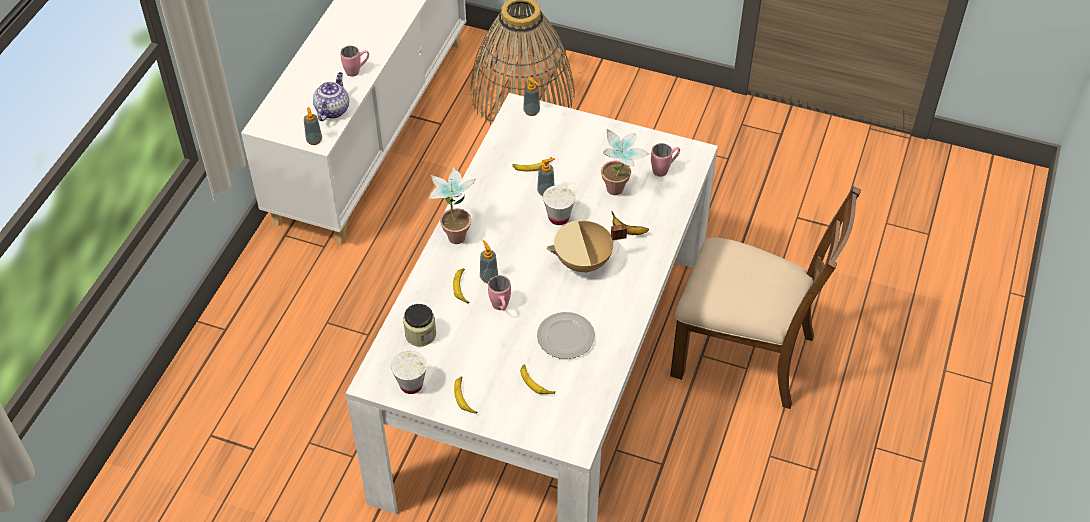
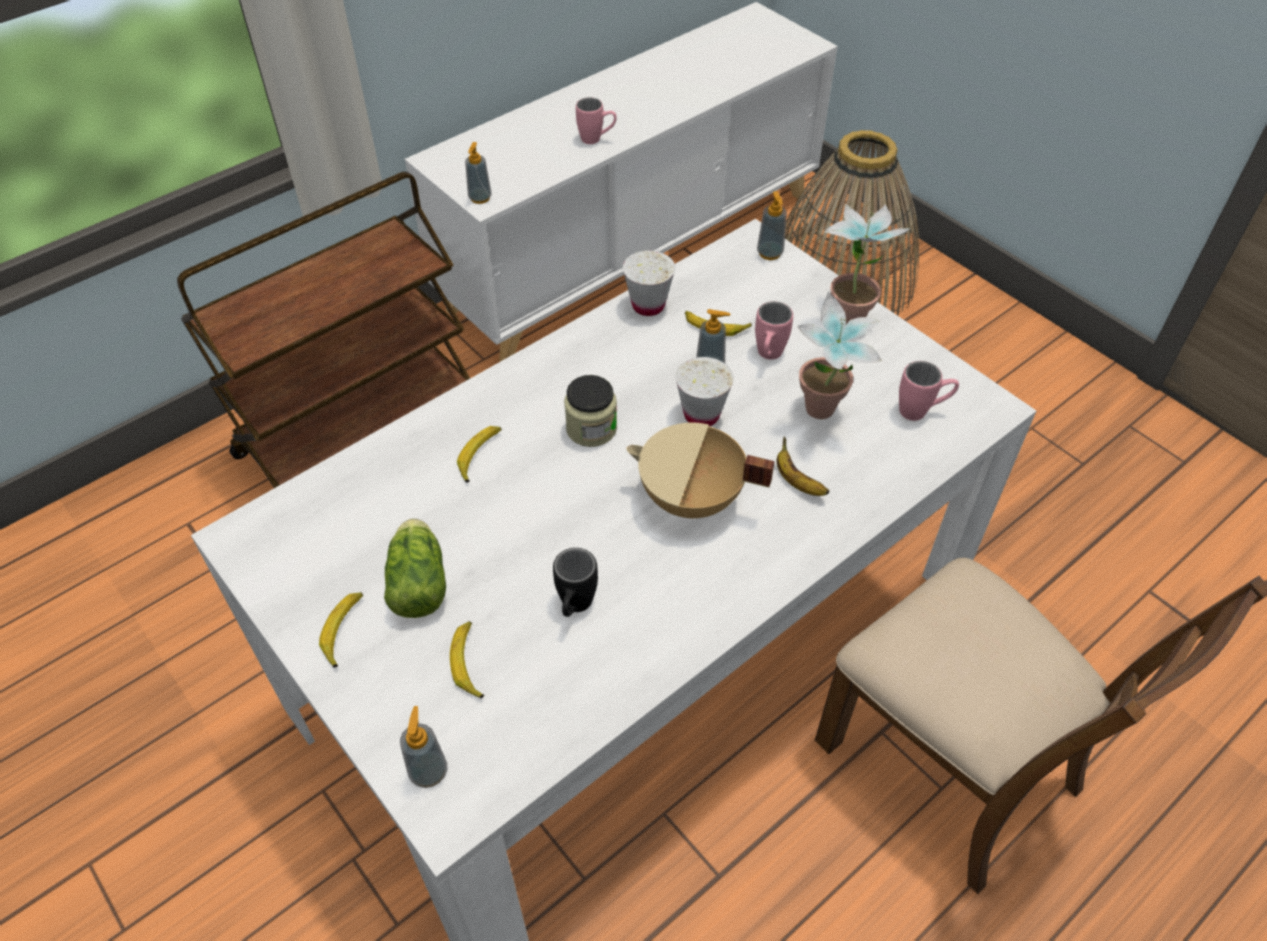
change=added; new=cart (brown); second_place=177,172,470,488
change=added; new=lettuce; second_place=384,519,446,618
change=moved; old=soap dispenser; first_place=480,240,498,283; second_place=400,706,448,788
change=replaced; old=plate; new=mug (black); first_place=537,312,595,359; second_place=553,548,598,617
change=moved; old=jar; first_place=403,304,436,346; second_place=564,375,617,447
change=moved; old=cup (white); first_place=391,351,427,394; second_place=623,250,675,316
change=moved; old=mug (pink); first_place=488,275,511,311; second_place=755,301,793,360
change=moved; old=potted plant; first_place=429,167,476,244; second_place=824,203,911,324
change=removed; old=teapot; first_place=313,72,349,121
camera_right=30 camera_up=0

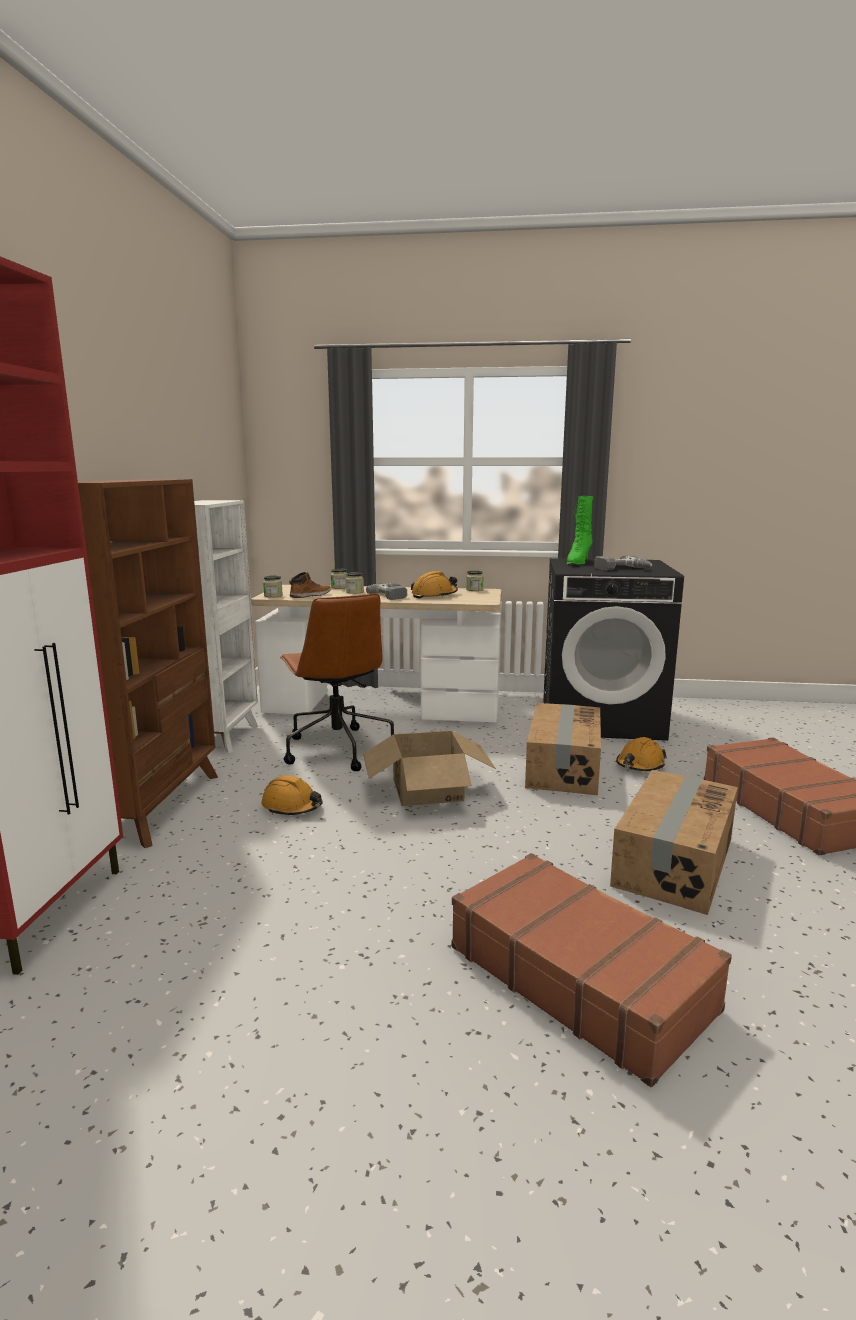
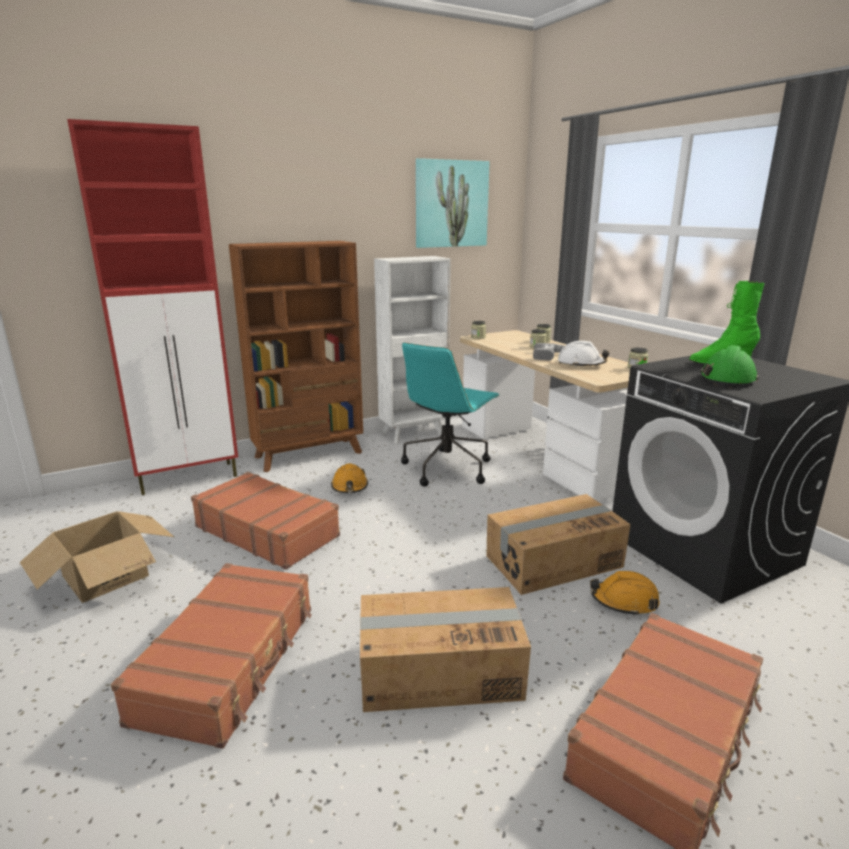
change=moved; old=cardboard box; first_place=363,731,496,806; second_place=20,511,174,603
change=added; new=suitcase (brown); second_place=191,472,340,570
change=recoloured; old=office chair (brown); new=office chair (turquoise); first_place=280,594,394,771; second_place=401,342,500,487
change=added; new=picture; second_place=416,158,490,248
change=recoloured; old=hard hat (orange); new=hard hat (white); first_place=411,571,458,599; second_place=558,341,609,367
change=replaced; old=power drill; new=hard hat (green); first_place=594,556,652,570; second_place=700,345,759,388
change=removed; old=boot; first_place=289,572,331,598
camera_right=55 camera_up=5

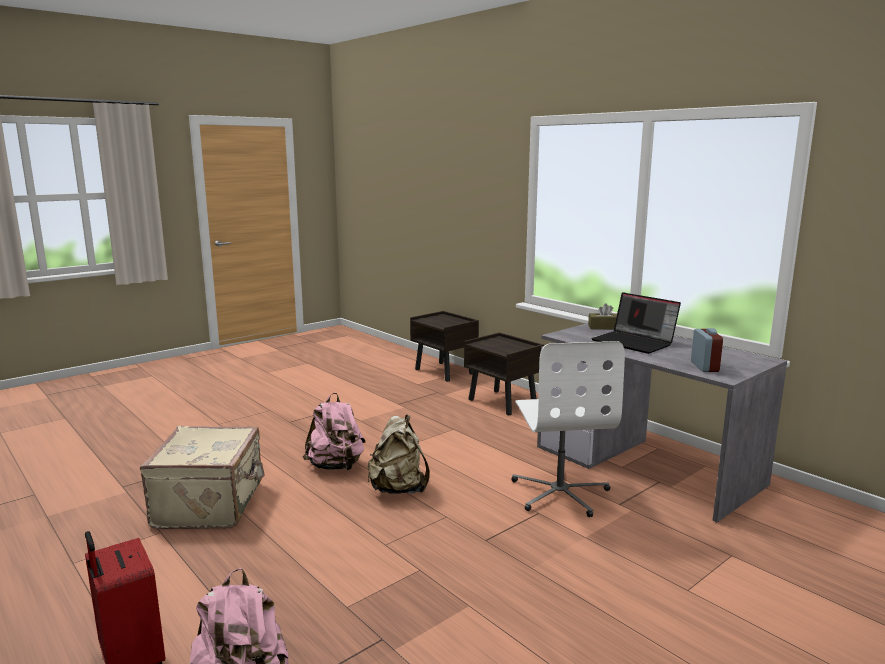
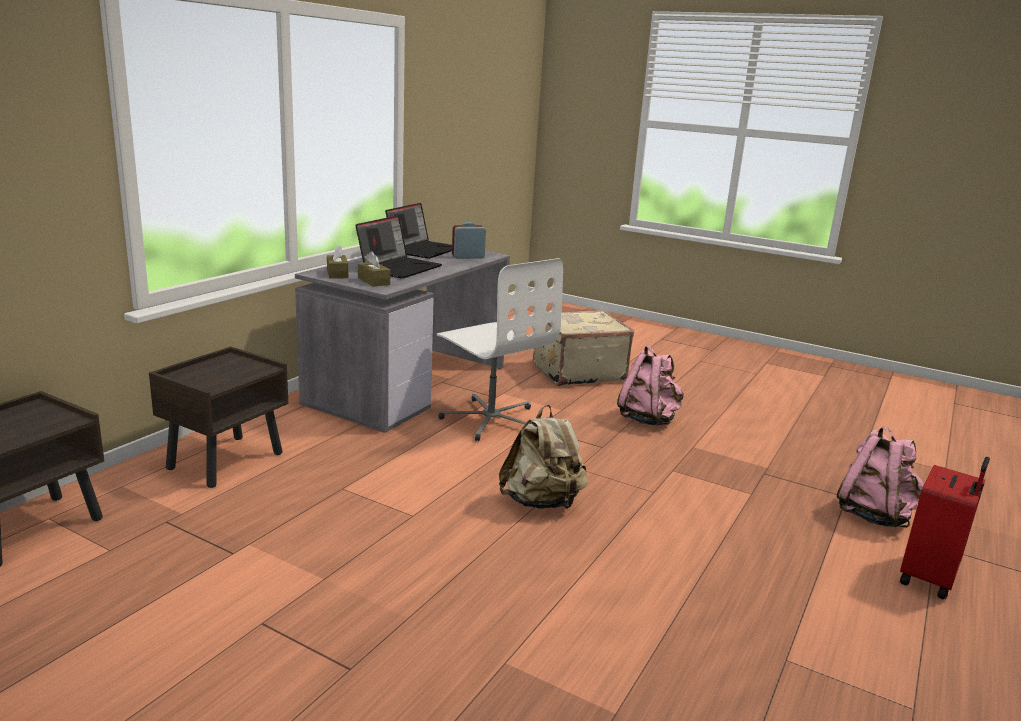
change=added; new=tissue box (brown); second_place=358,251,390,287
change=added; new=laptop; second_place=385,203,452,259
change=turned; old=office chair (white); first_place=511,341,625,517; second_place=437,258,563,441; degrees=75
change=moved; old=suitcase (beige); first_place=140,426,264,529; second_place=533,310,634,386
change=moved; old=backpack (pink); first_place=303,393,366,470; second_place=617,345,684,425
camera_right=-110 camera_up=5

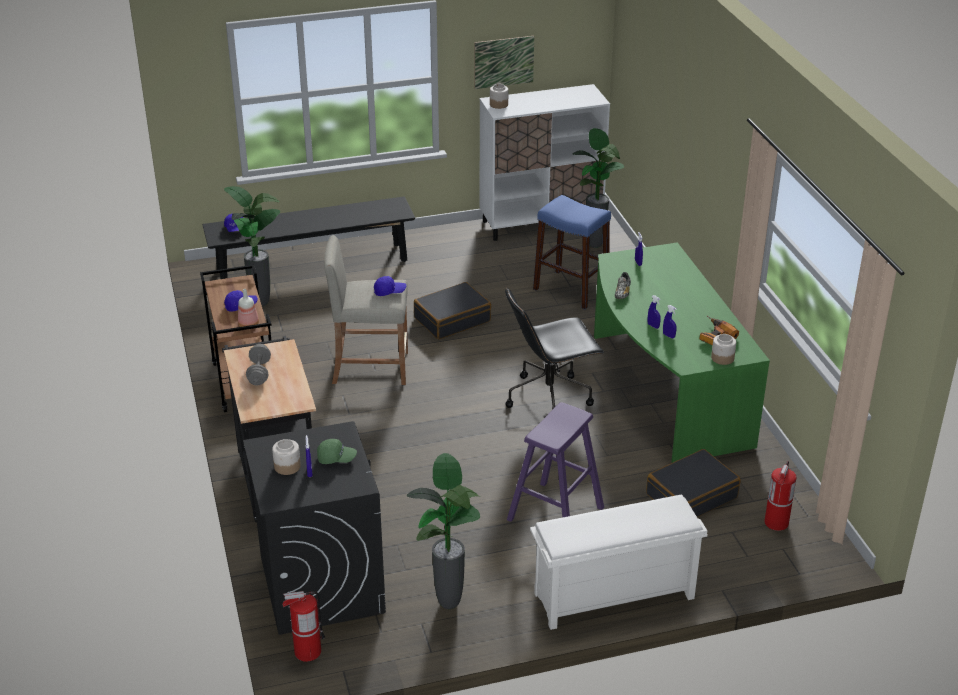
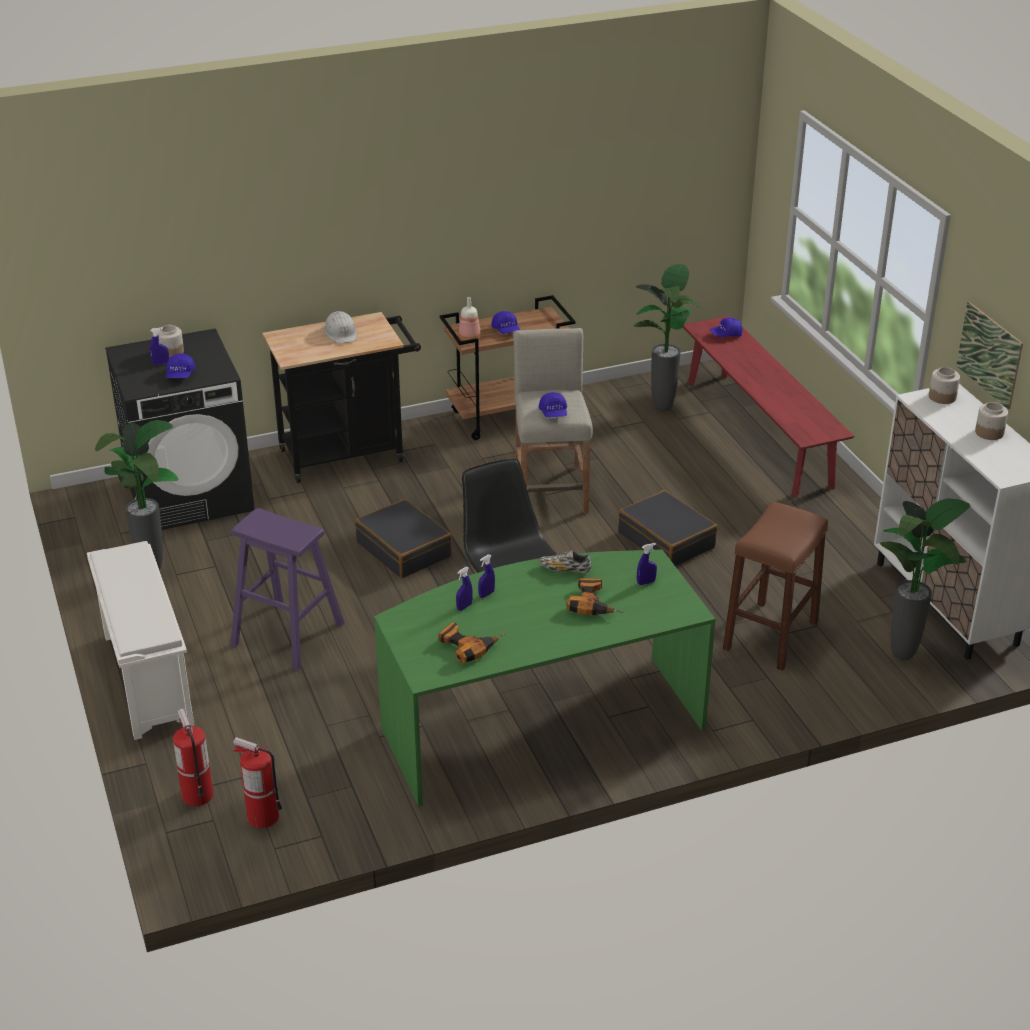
change=recoloured; old=cap (green); new=cap (blue); first_place=317,439,357,464; second_place=166,354,196,378
change=moved; old=fire extinguisher; first_place=282,591,325,662; second_place=173,708,213,806
change=replaced; old=dumbbell (grey); new=hard hat (white); first_place=246,344,271,386; second_place=324,311,357,343
change=moved; old=suitcase (black); first_place=646,449,741,517; second_place=355,499,452,578
change=added; new=power drill; second_place=566,578,624,615
change=recoloured; old=bench (black); new=bench (red); first_place=202,196,415,279; second_place=683,315,854,497
change=recoloured; old=stool (blue); new=stool (brown); first_place=533,195,611,309; second_place=723,501,828,671
change=moved; old=jar; first_place=711,334,736,365; second_place=975,402,1008,440
camera_right=85 camera_up=0

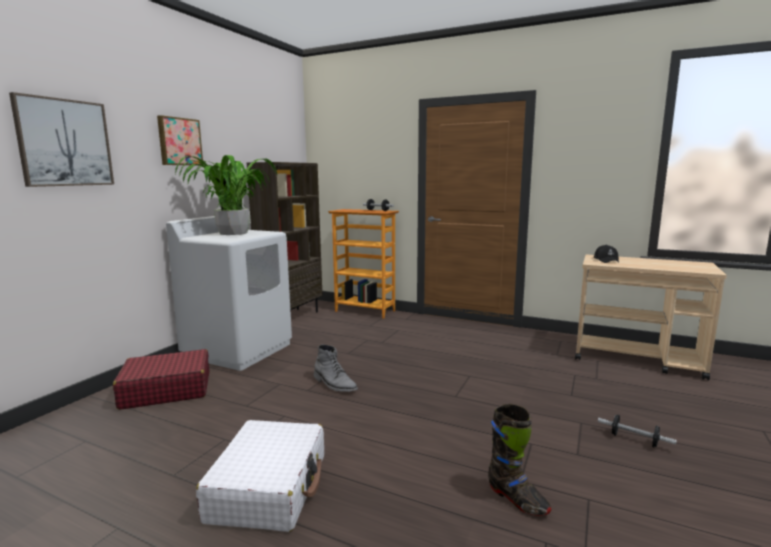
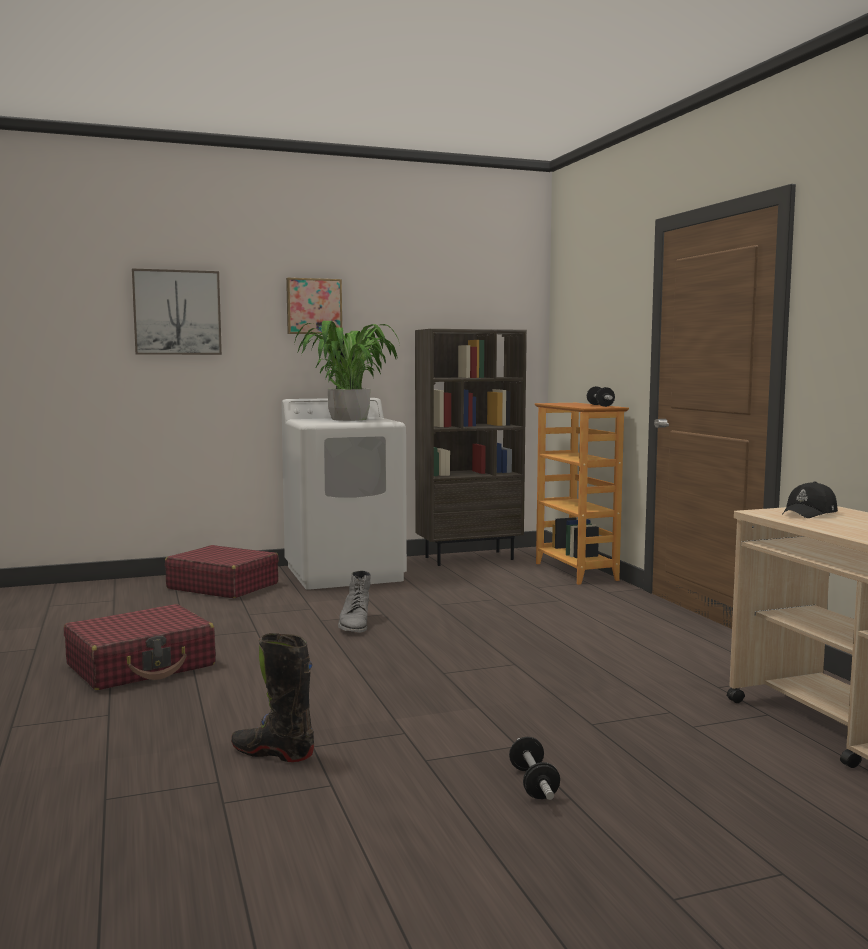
change=recoloured; old=suitcase (white); new=suitcase (red); first_place=196,420,324,532; second_place=64,604,216,690
change=turned; old=boot (black); first_place=488,404,551,516; second_place=231,633,314,762; degrees=105
camera_right=45 camera_up=-5

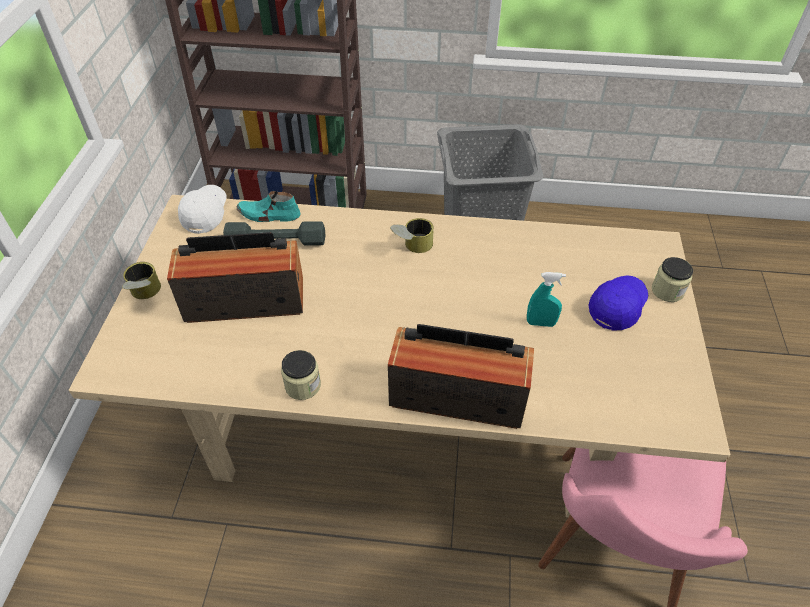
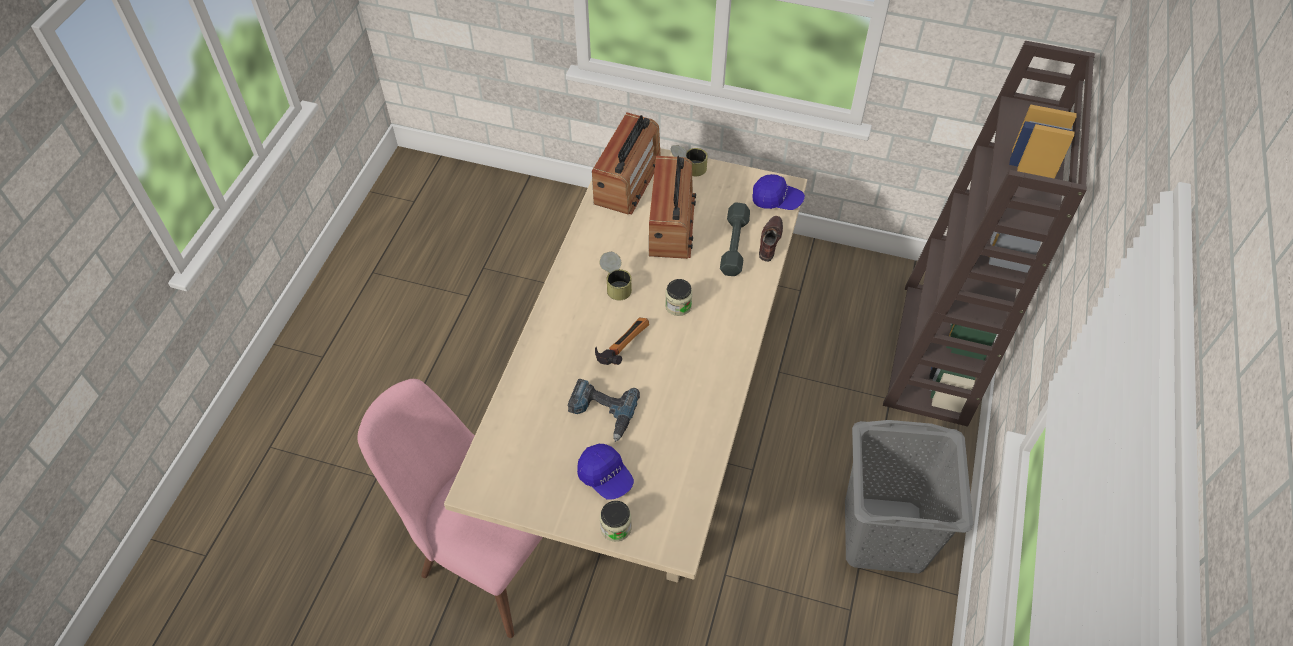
change=replaced; old=spray bottle (turquoise); new=power drill; first_place=527,272,566,327; second_place=567,379,640,442
change=moved; old=radio; first_place=388,324,534,429; second_place=592,112,661,215
change=added; new=hammer; second_place=595,317,649,365
change=moved; old=can; first_place=390,218,434,253; second_place=600,252,632,300
change=moved; old=jar; first_place=281,350,321,400; second_place=665,279,693,316
change=recoloured; old=cap (white); new=cap (blue); first_place=178,185,227,234; second_place=752,174,805,210
change=recoloured; old=shoe (turquoise); new=shoe (brown); first_place=237,191,301,222; second_place=759,216,783,262
camera_right=100 camera_up=5

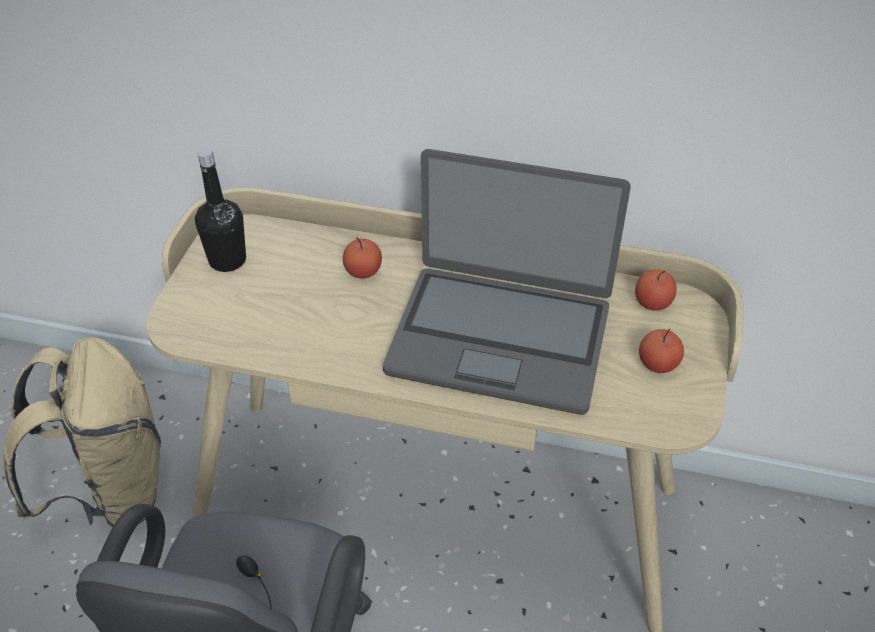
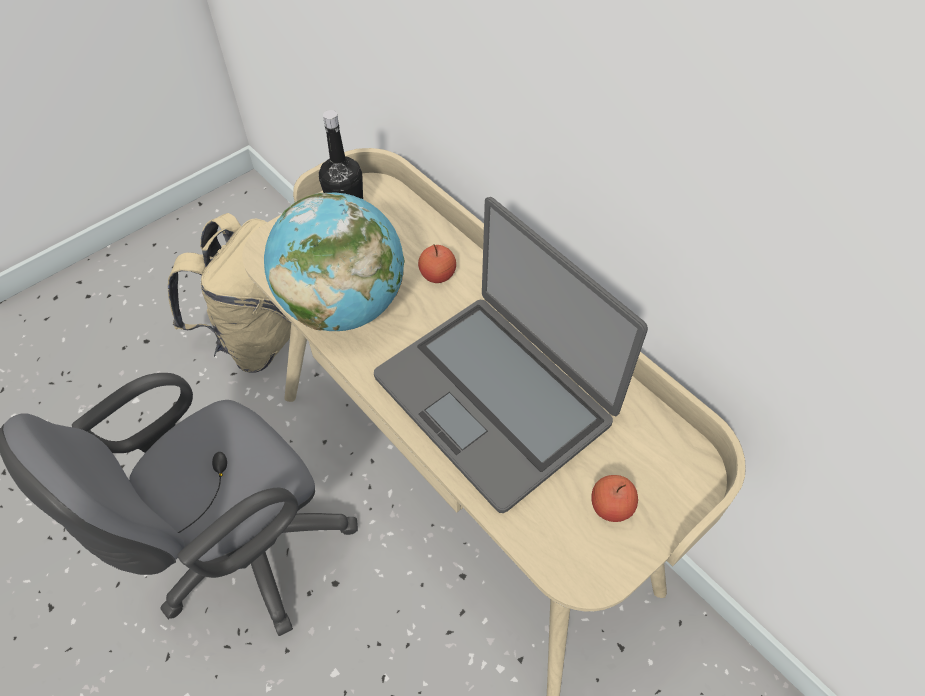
change=added; new=globe; second_place=264,193,404,331
change=removed; old=apple; first_place=635,269,677,311
camera_right=35 camera_up=10

